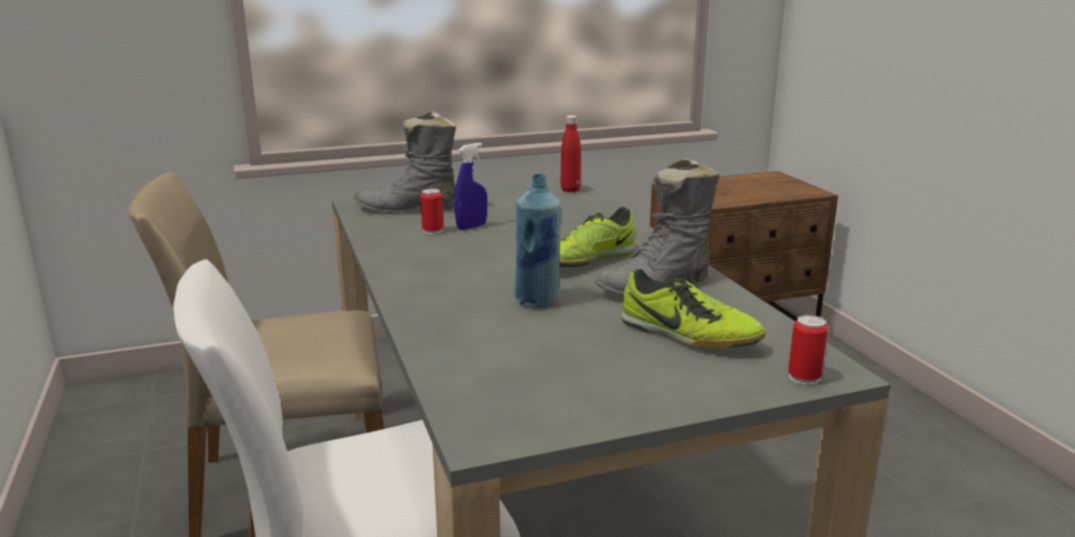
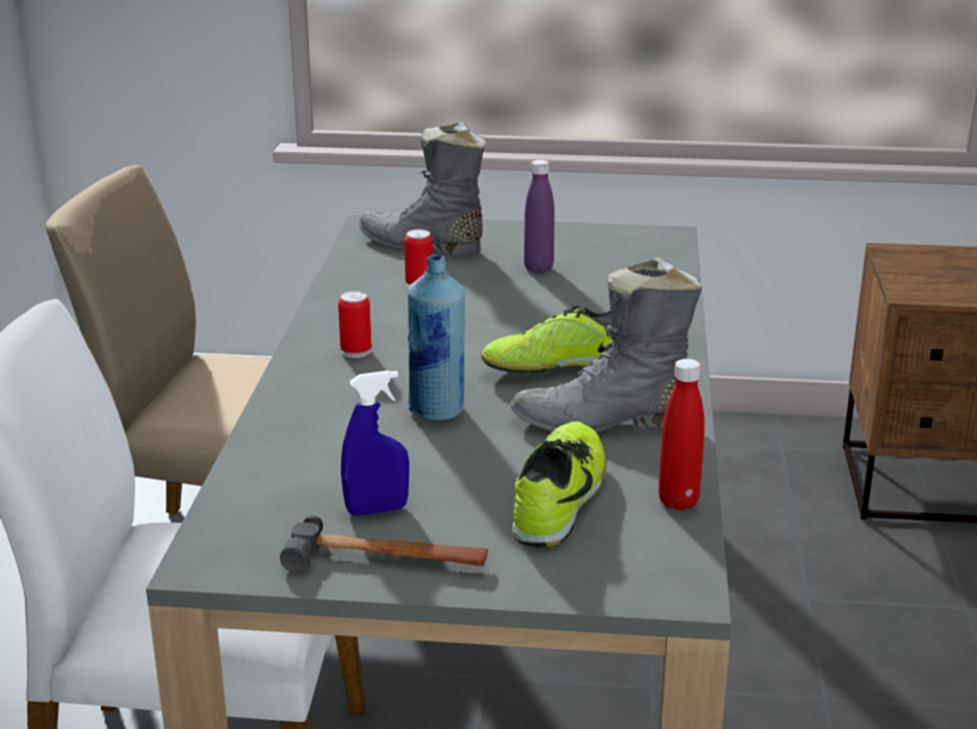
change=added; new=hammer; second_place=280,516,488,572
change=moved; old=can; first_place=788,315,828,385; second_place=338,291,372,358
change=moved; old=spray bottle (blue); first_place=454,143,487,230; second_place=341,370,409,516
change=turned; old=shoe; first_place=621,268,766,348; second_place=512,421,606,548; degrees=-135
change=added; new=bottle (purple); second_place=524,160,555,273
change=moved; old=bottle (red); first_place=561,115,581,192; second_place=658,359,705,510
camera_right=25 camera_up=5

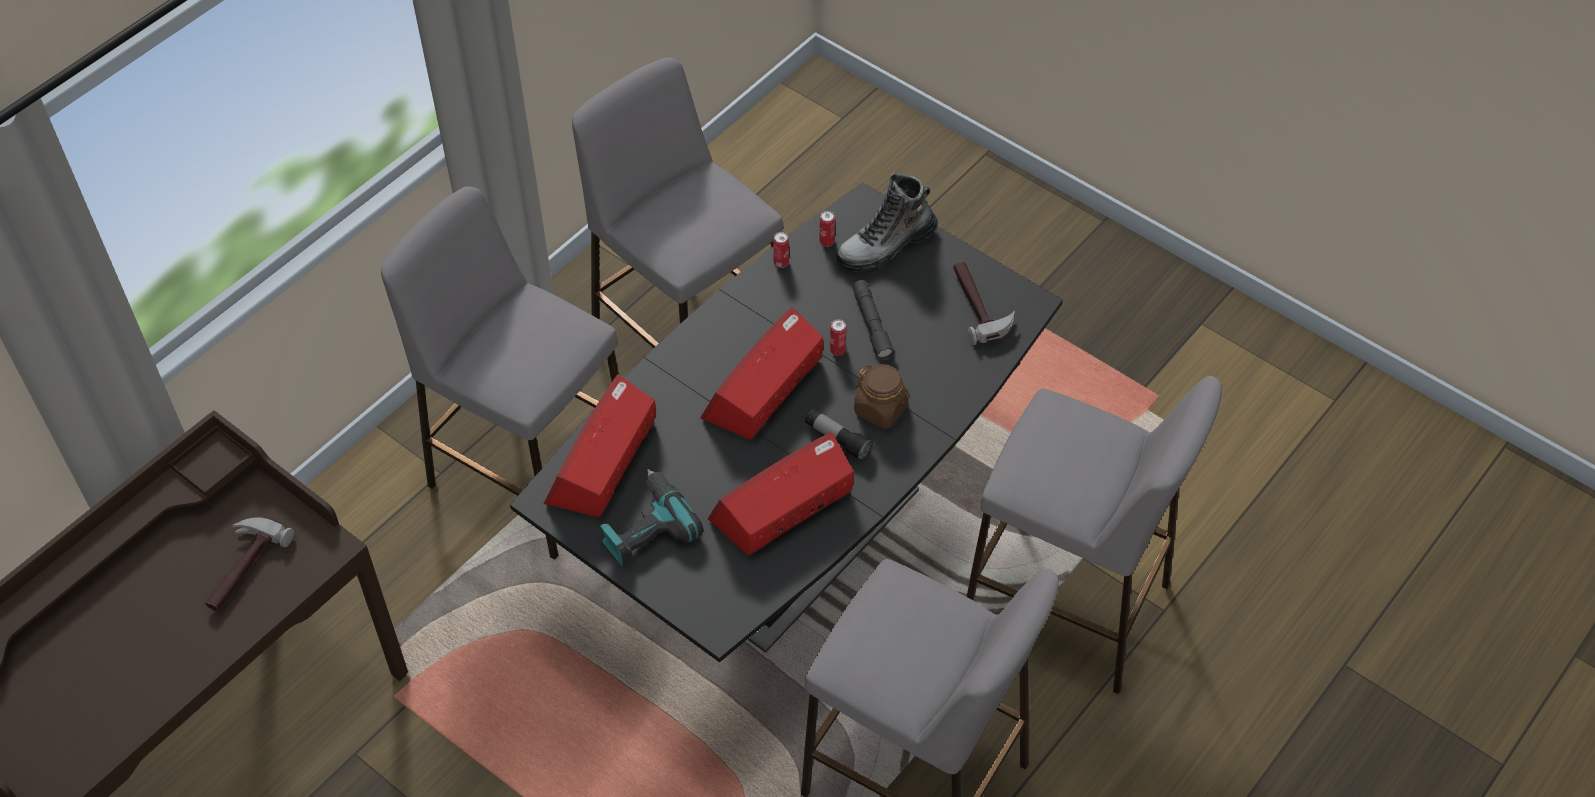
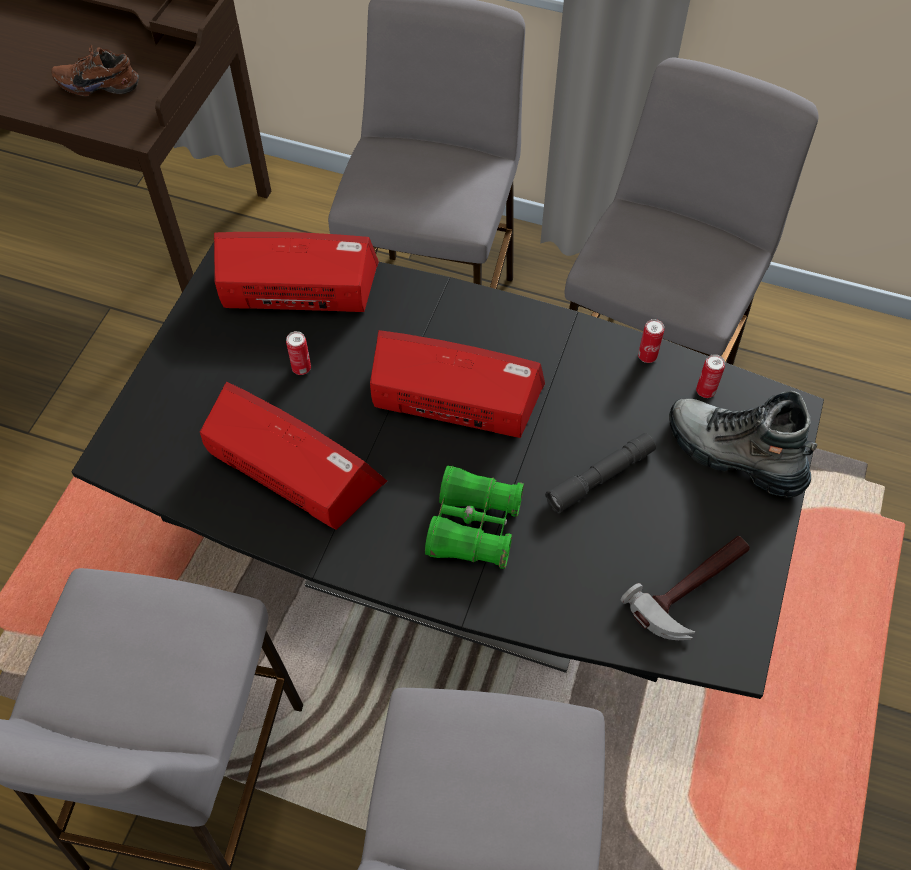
change=replaced; old=hammer; new=shoe (brown); first_place=205,517,294,611; second_place=51,45,139,97
change=moved; old=can; first_place=830,319,847,356; second_place=286,331,311,375
change=replaced; old=jar (brown); new=binoculars (green); first_place=854,364,910,429; second_place=425,466,524,569
change=removed; old=power drill; first_place=600,469,704,566
change=removed; old=flashlight; first_place=805,408,873,461
camera_right=70 camera_up=5

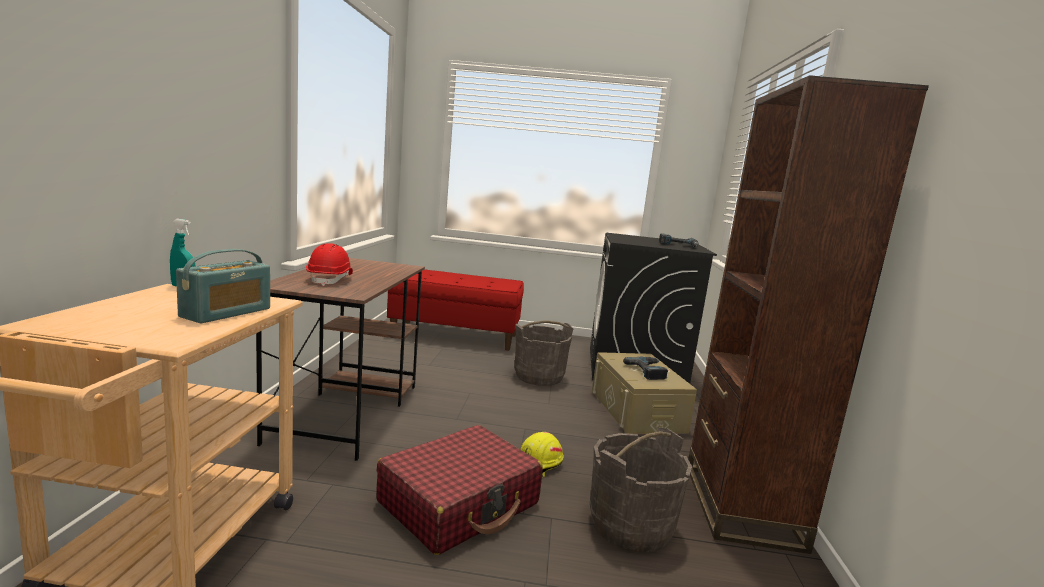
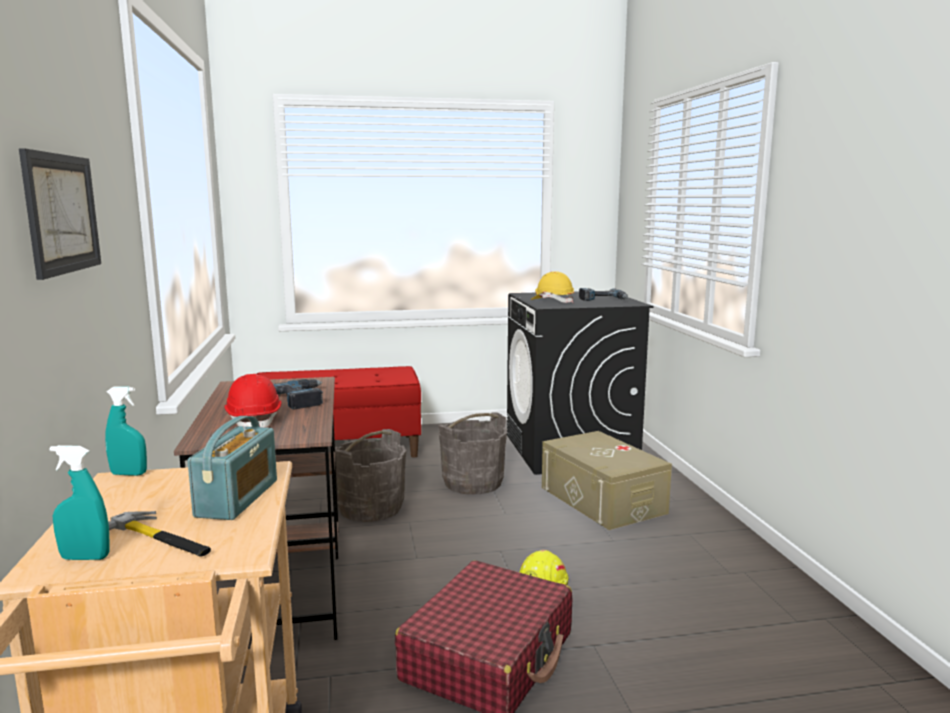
change=added; new=picture; second_place=19,148,101,280
change=added; new=spray bottle (turquoise); second_place=50,445,109,560
change=added; new=hammer; second_place=108,511,211,556
change=moved; old=power drill; first_place=623,357,668,380; second_place=273,379,323,409
change=moved; old=bucket (grey); first_place=590,427,692,553; second_place=335,429,406,522
change=added; new=hard hat (yellow); second_place=531,271,575,303
change=removed; old=bookcase (brown); first_place=688,75,929,554
camera_right=-15 camera_up=0

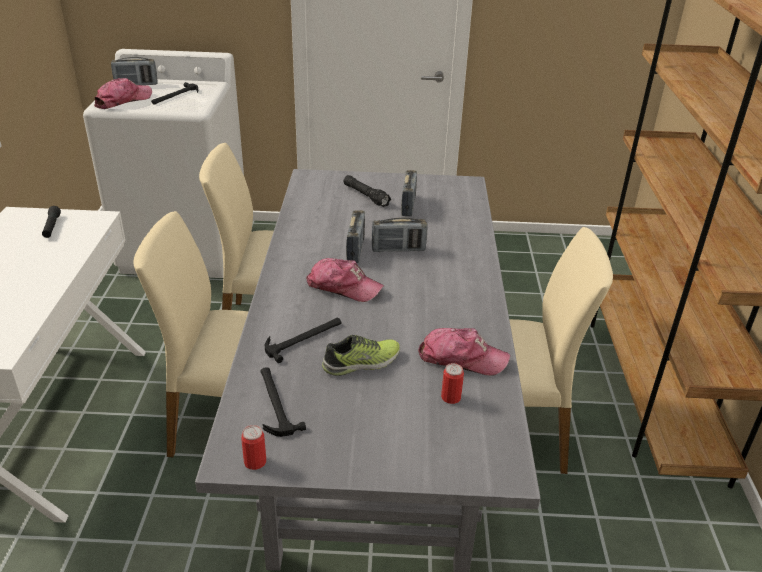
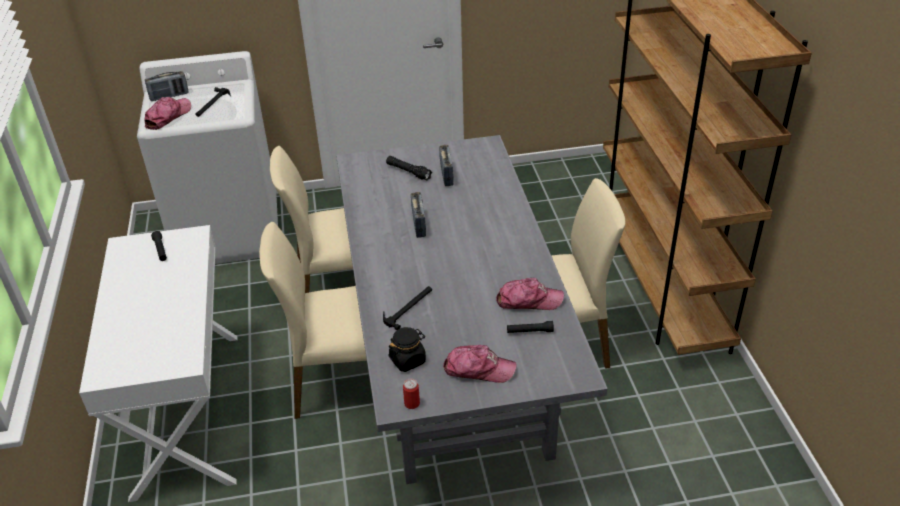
change=replaced; old=hammer; new=jar (black); first_place=260,367,306,437; second_place=388,327,426,372
change=moved; old=cap; first_place=306,258,384,302; second_place=443,345,517,383
change=replaced; old=can; new=flashlight (black); first_place=441,363,464,404; second_place=507,321,554,333
change=removed; old=shoe; first_place=322,335,400,376
change=removed; old=radio; first_place=372,217,428,252
camera_right=-10 camera_up=5

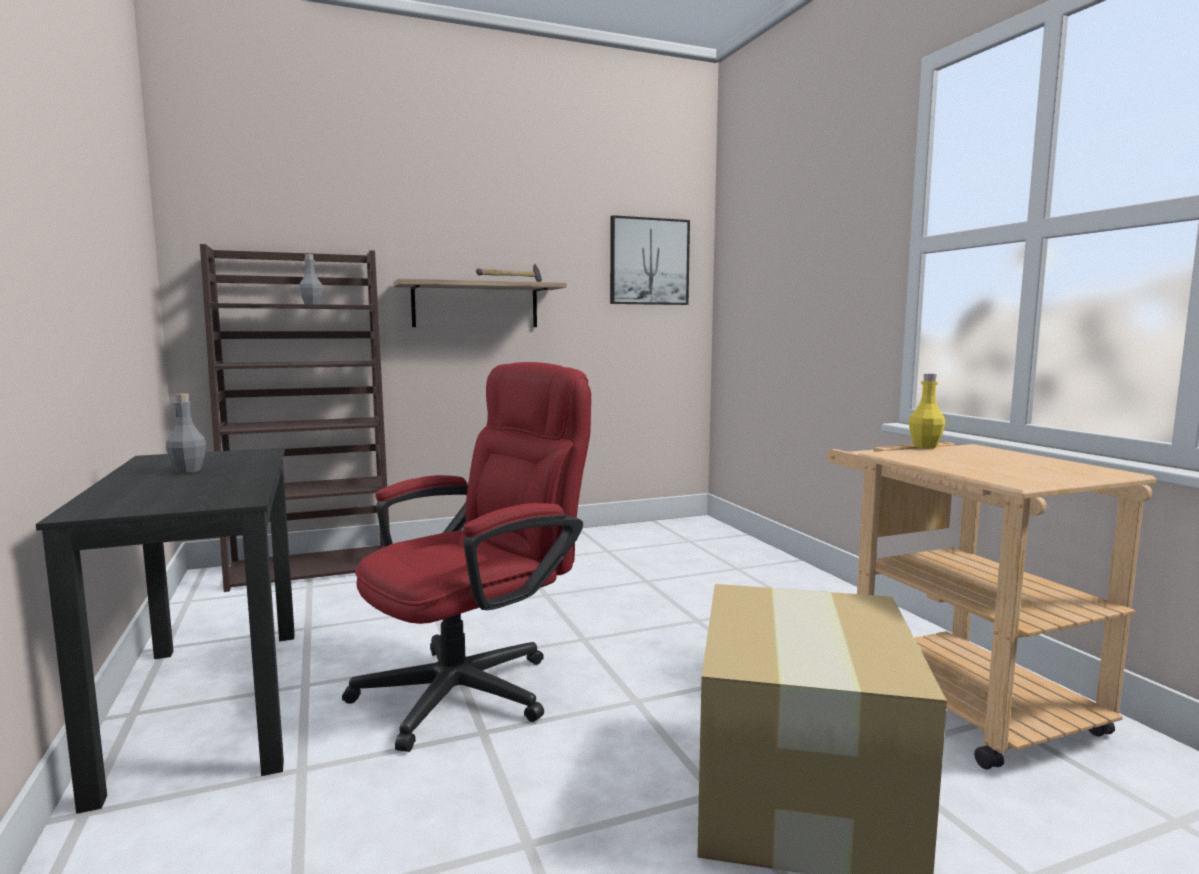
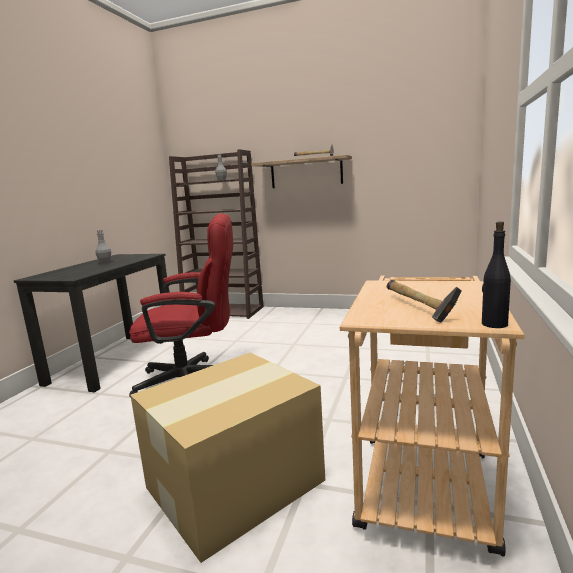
change=added; new=hammer; second_place=387,280,462,323
change=added; new=bottle (black); second_place=482,221,511,328
change=removed; old=picture; first_place=610,215,690,305
change=removed; old=bottle (yellow); first_place=909,374,945,449
camera_right=40 camera_up=5

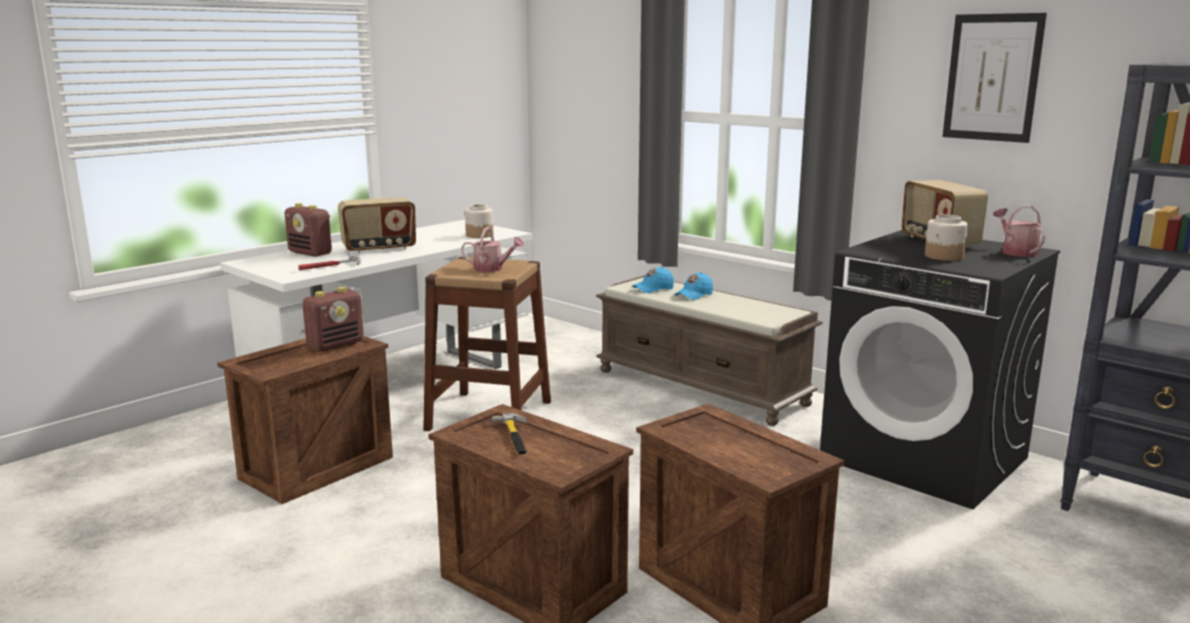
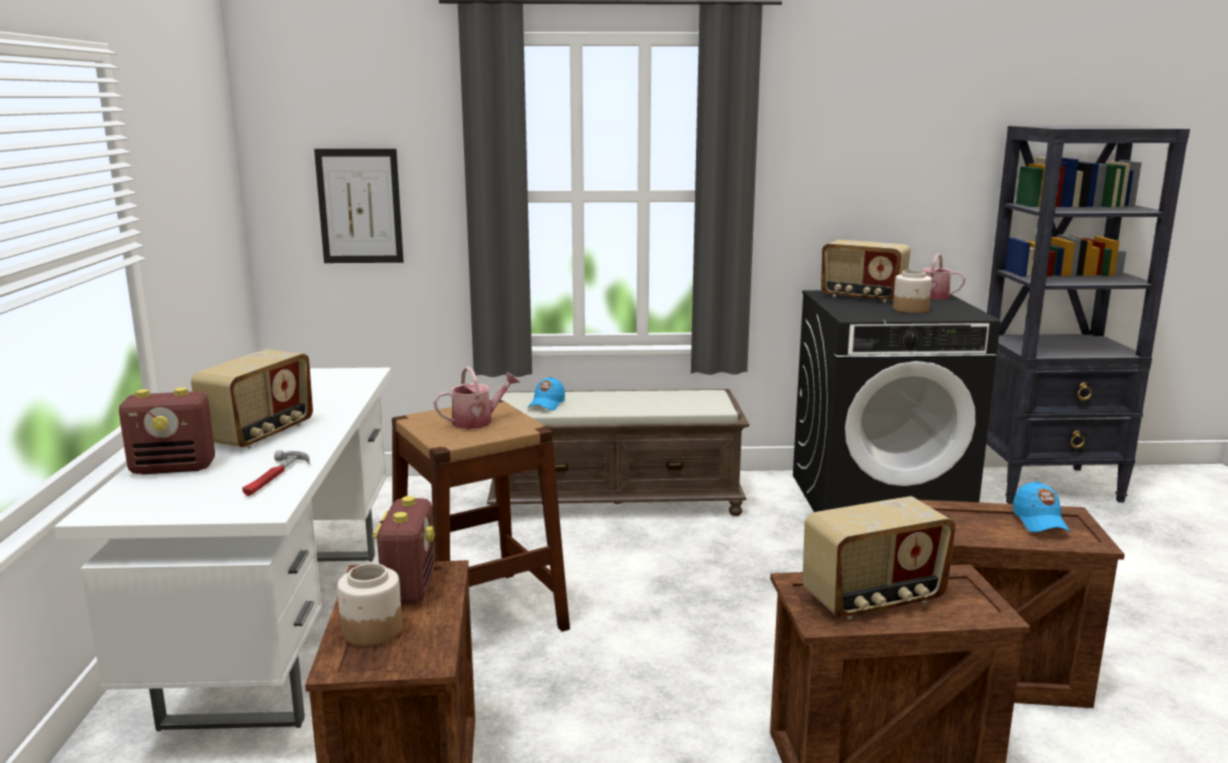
change=moved; old=picture; first_place=942,13,1047,143; second_place=314,149,404,263
change=moved; old=jar; first_place=465,204,493,238; second_place=337,563,402,646
change=replaced; old=hammer; new=radio; first_place=492,413,527,455; second_place=802,496,956,619
change=moved; old=cap (blue); first_place=675,272,713,300; second_place=1013,481,1071,532
camera_right=-45 camera_up=0

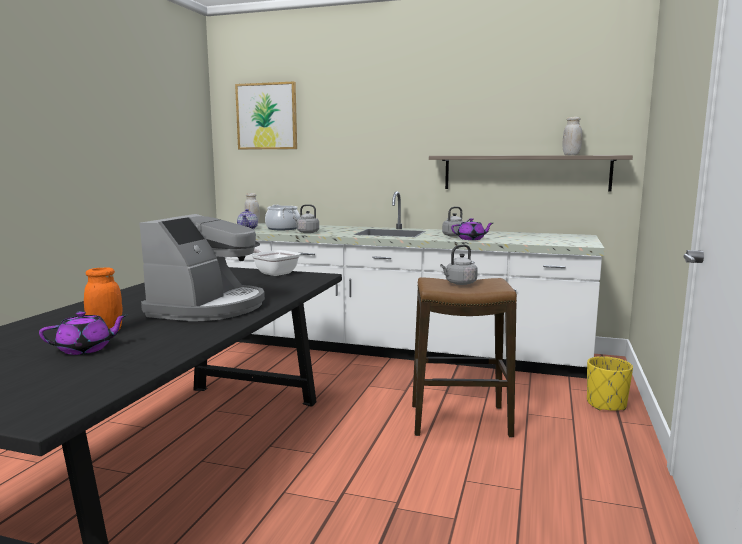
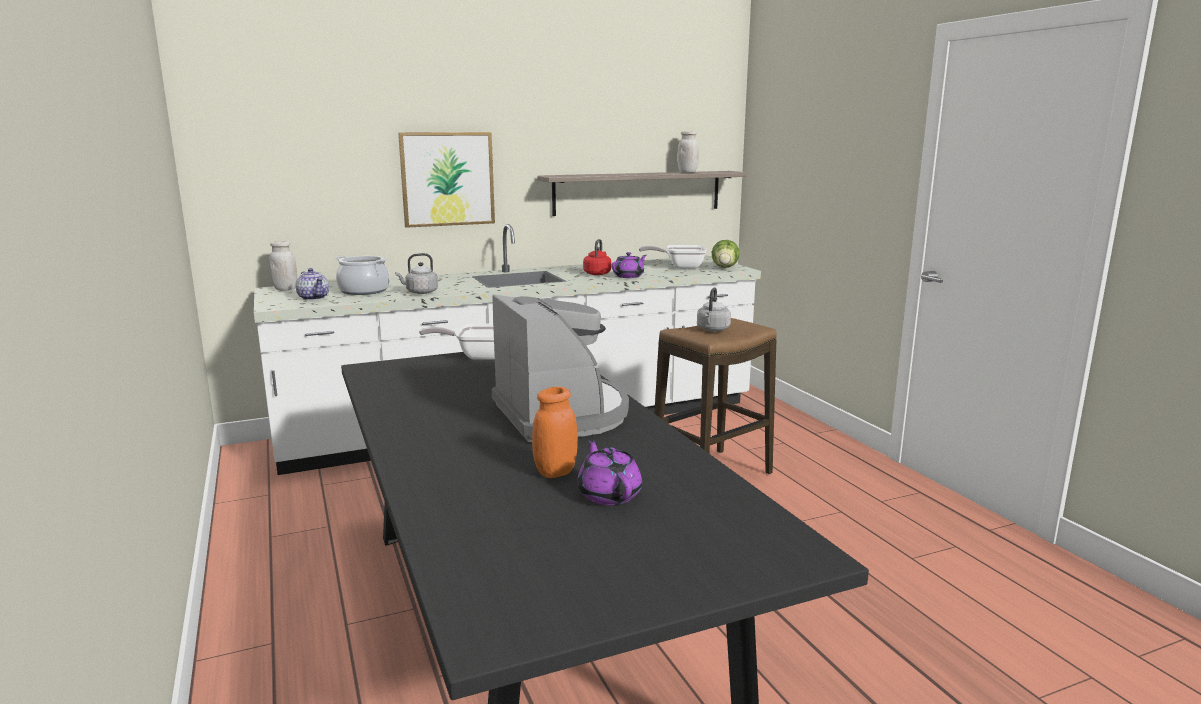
change=moved; old=picture; first_place=235,81,297,150; second_place=398,132,495,228
change=turned; old=teapot (purple); first_place=39,311,127,355; second_place=577,439,642,505; degrees=-45
change=recoloured; old=kettle (grey); new=kettle (red); first_place=442,207,470,237; second_place=583,239,611,275
change=added; new=frying pan; second_place=639,245,707,269
change=added; new=lettuce; second_place=712,240,739,268
change=removed; old=planter (yellow); first_place=587,356,633,411
camera_right=-40 camera_up=5

